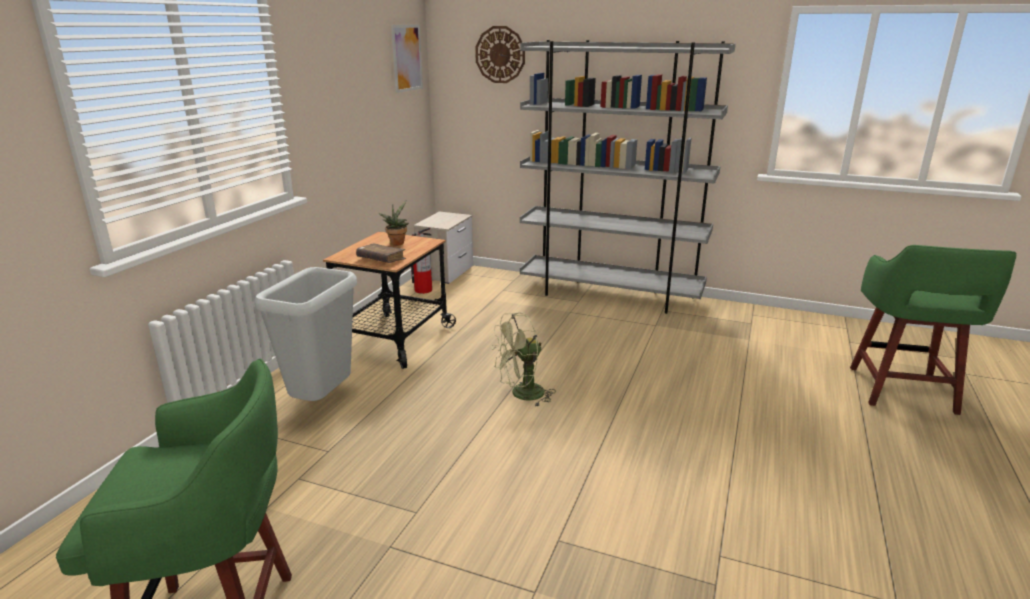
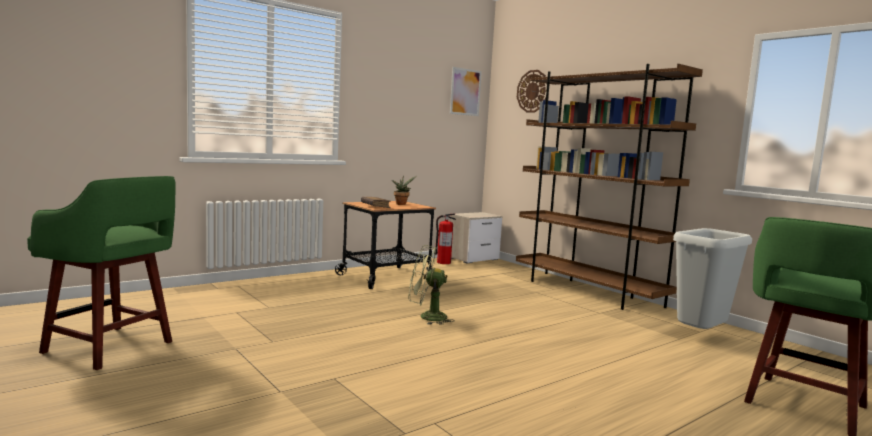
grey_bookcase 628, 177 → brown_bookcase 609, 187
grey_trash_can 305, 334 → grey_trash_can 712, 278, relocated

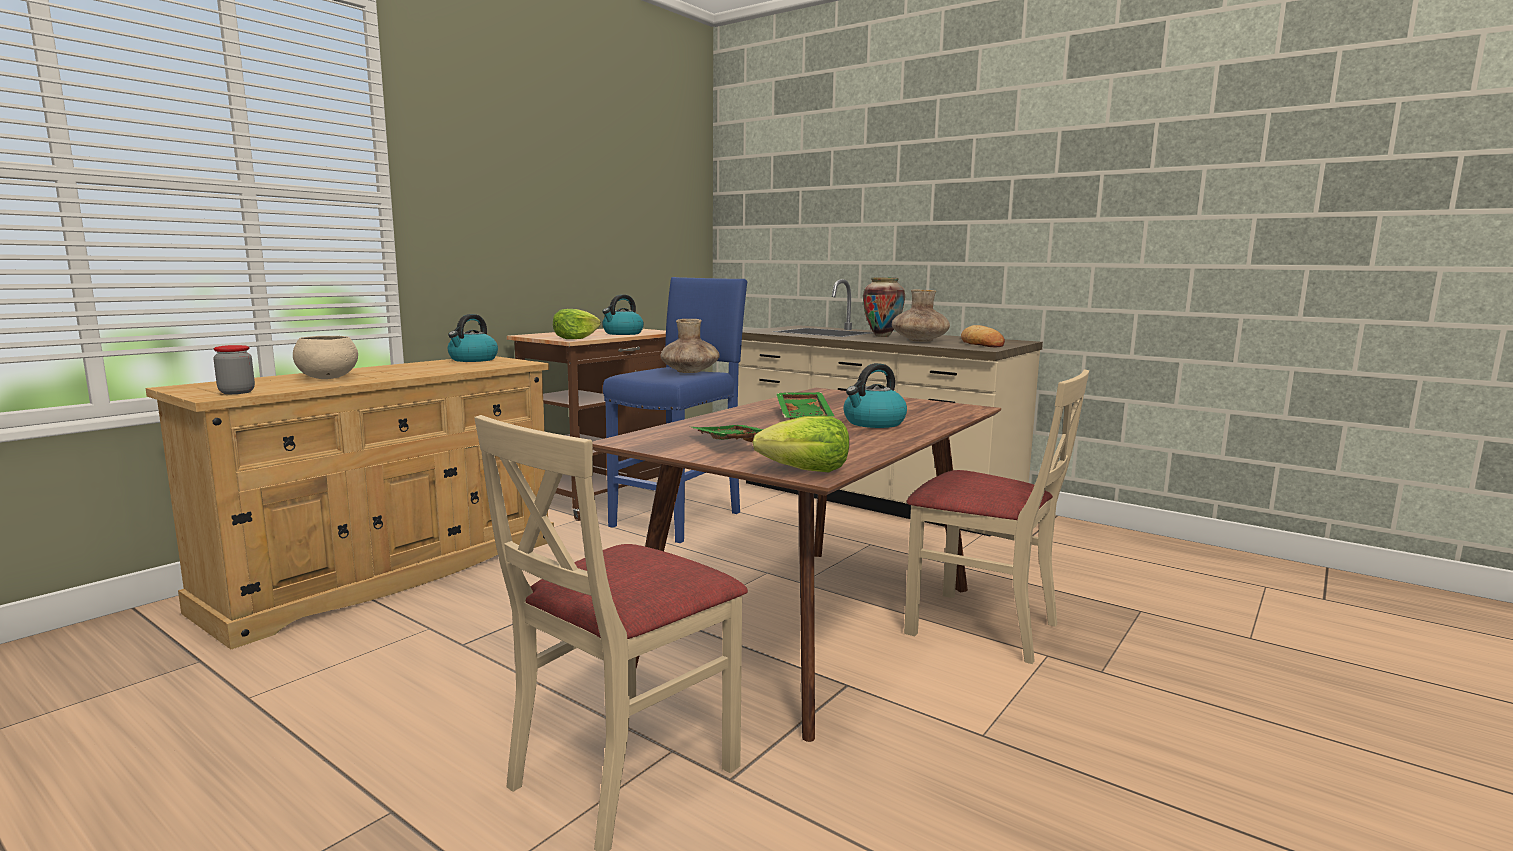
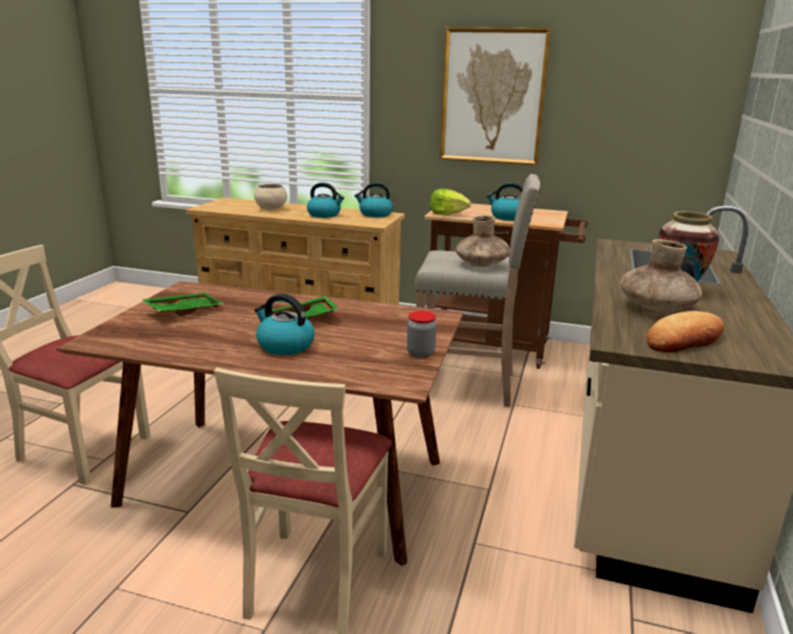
blue_stool 675, 410 → beige_stool 478, 290
jar 234, 369 → jar 422, 334, relocated
lettuce 800, 443 → -
- → picture 495, 96
- → kettle 325, 200

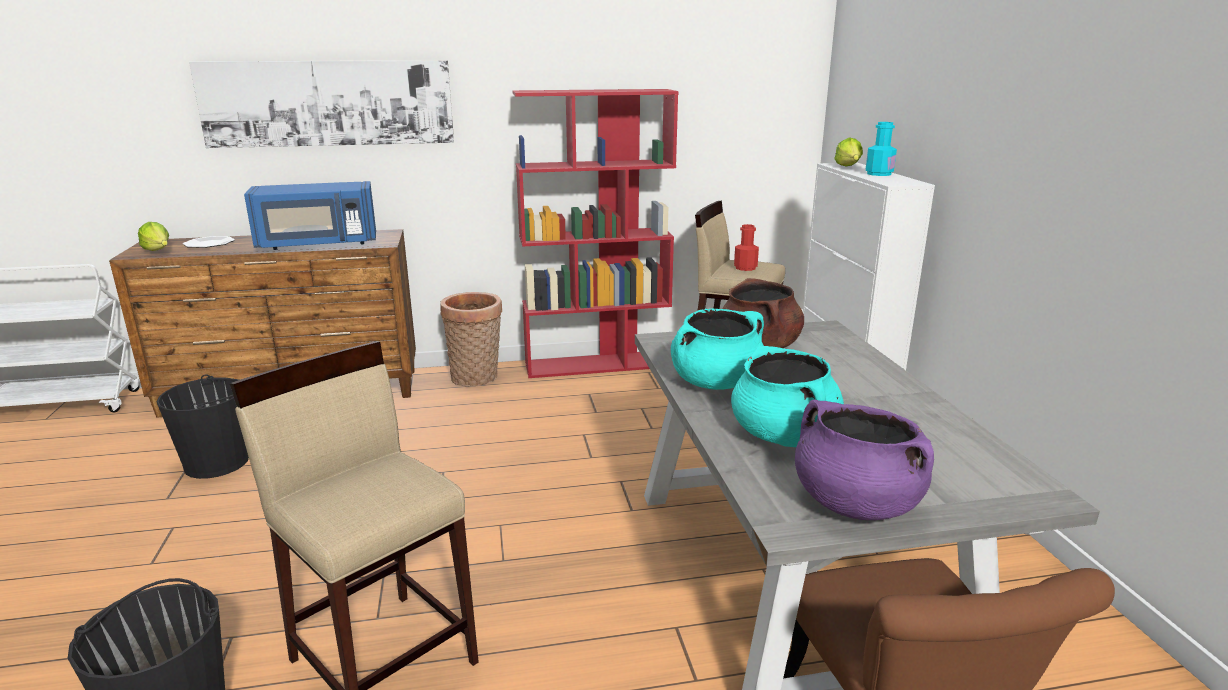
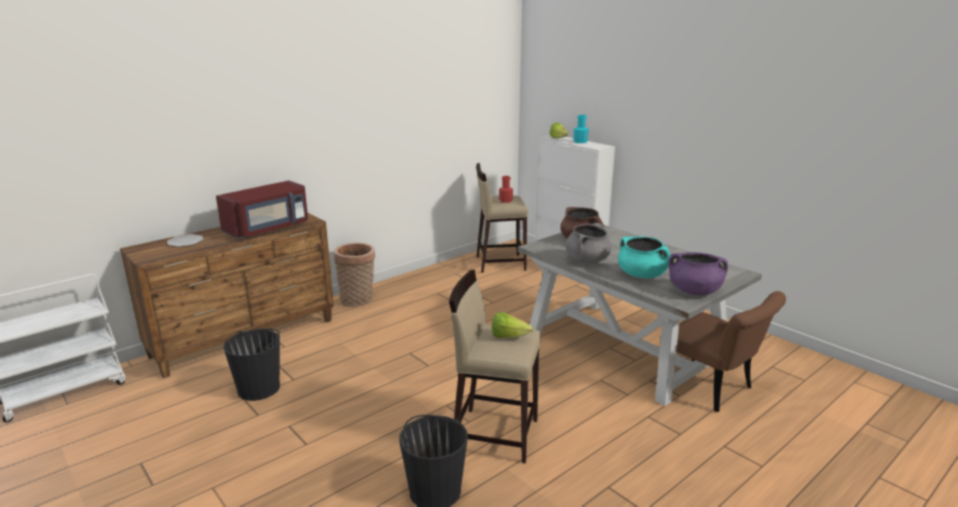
picture 321, 104 → -
red_bookcase 595, 233 → -
blue_microwave 310, 215 → red_microwave 262, 209
lettuce 153, 236 → lettuce 512, 325, relocated
turquoise_cooking_pot 717, 349 → grey_cooking_pot 588, 243

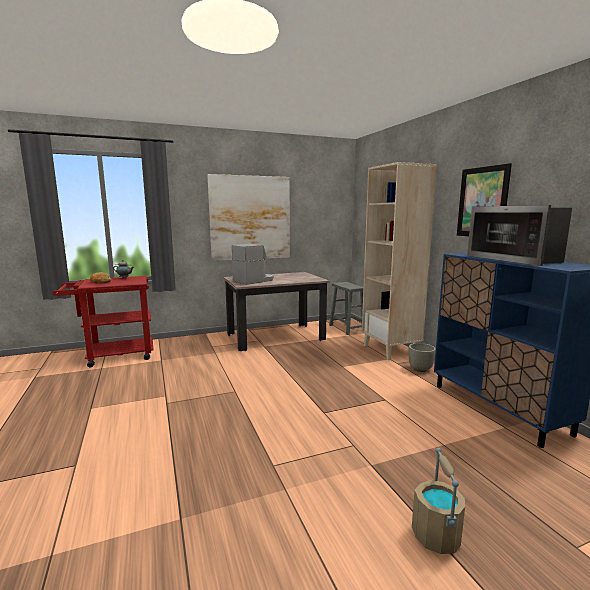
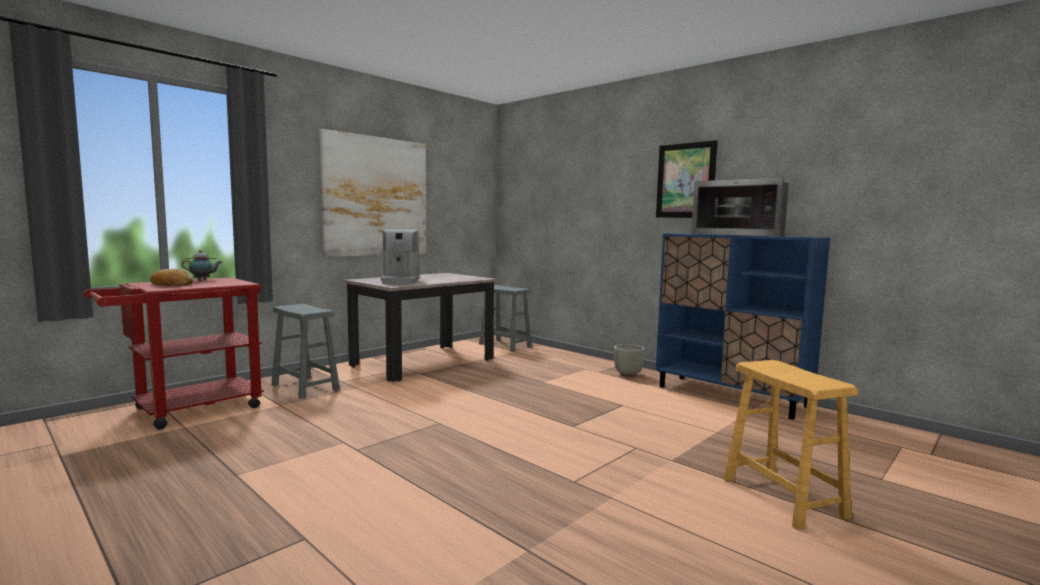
beige_bookcase 399, 261 → -
coffee_machine 253, 264 → coffee_machine 400, 257, 150 degrees clockwise
beige_bucket 438, 501 → brown_stool 791, 445
- → grey_stool 305, 351

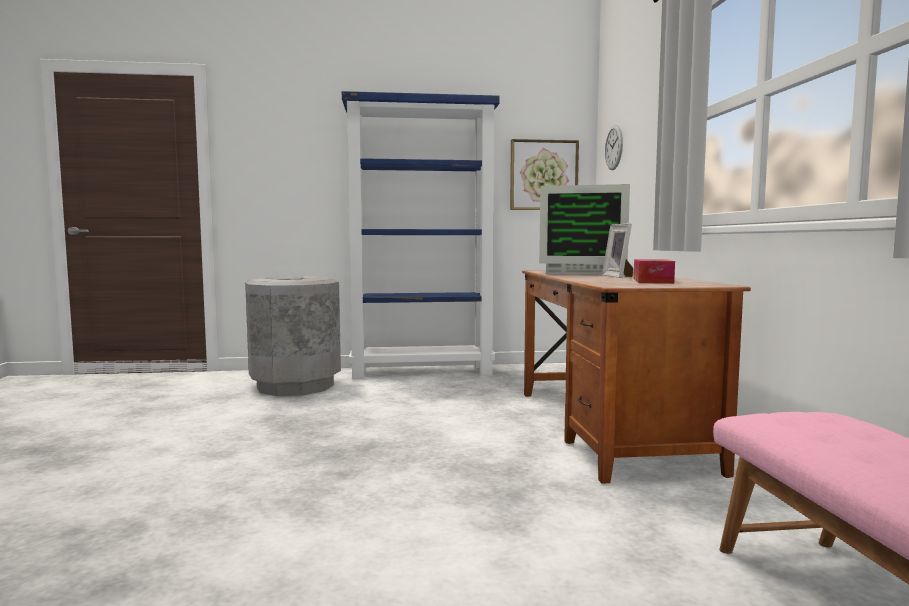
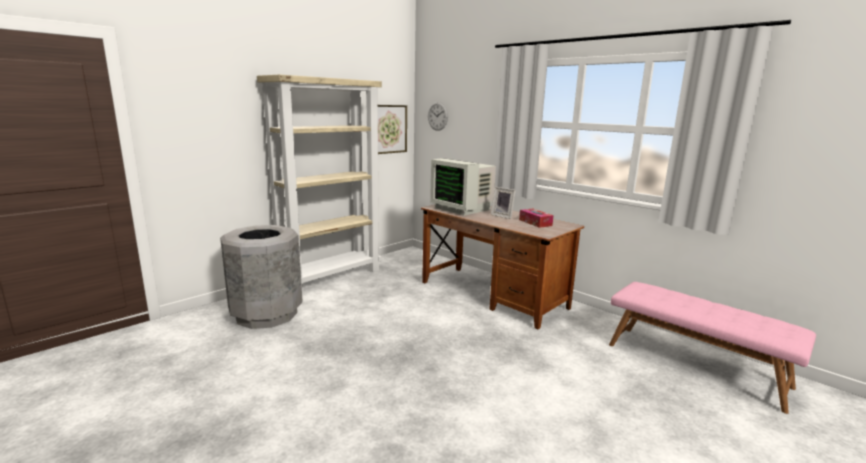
blue_bookcase 421, 235 → beige_bookcase 319, 184
monitor 584, 229 → monitor 463, 187, 75 degrees clockwise

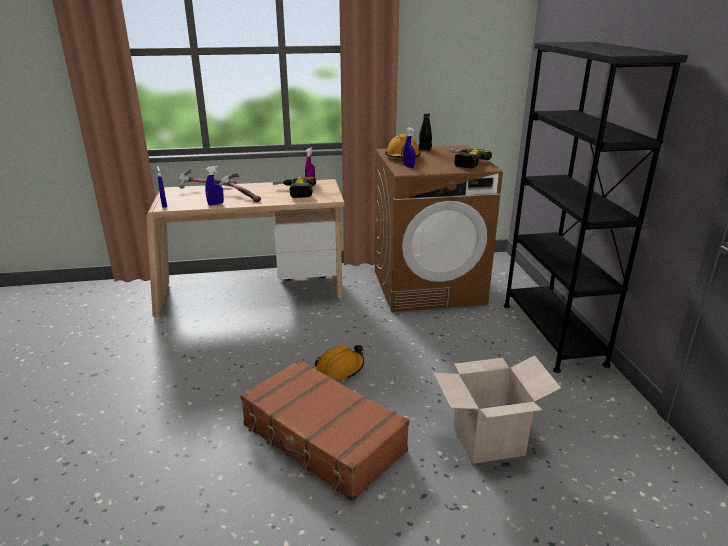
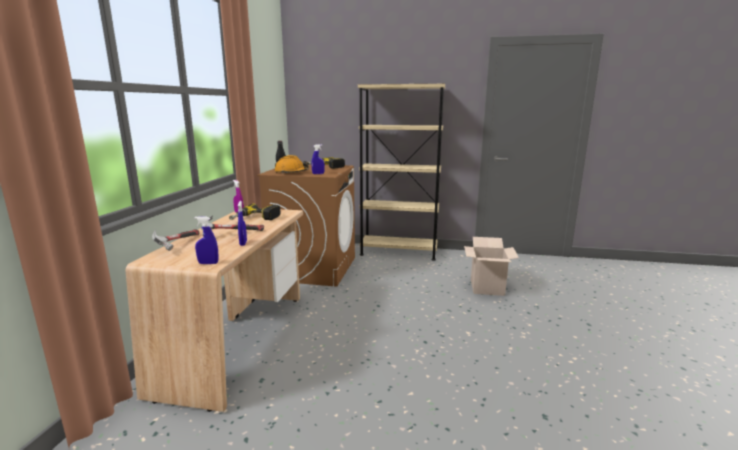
black_bookcase 596, 207 → beige_bookcase 401, 172
orange_hard_hat 339, 362 → -
brown_suitcase 324, 430 → -

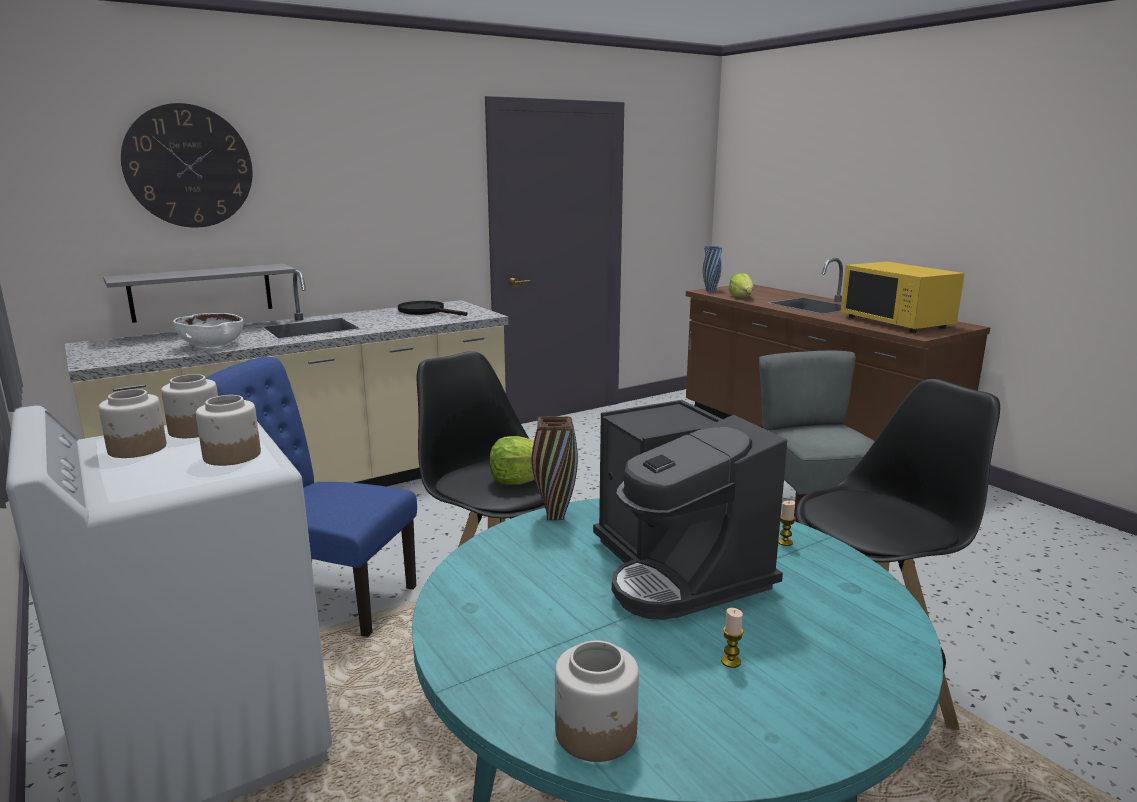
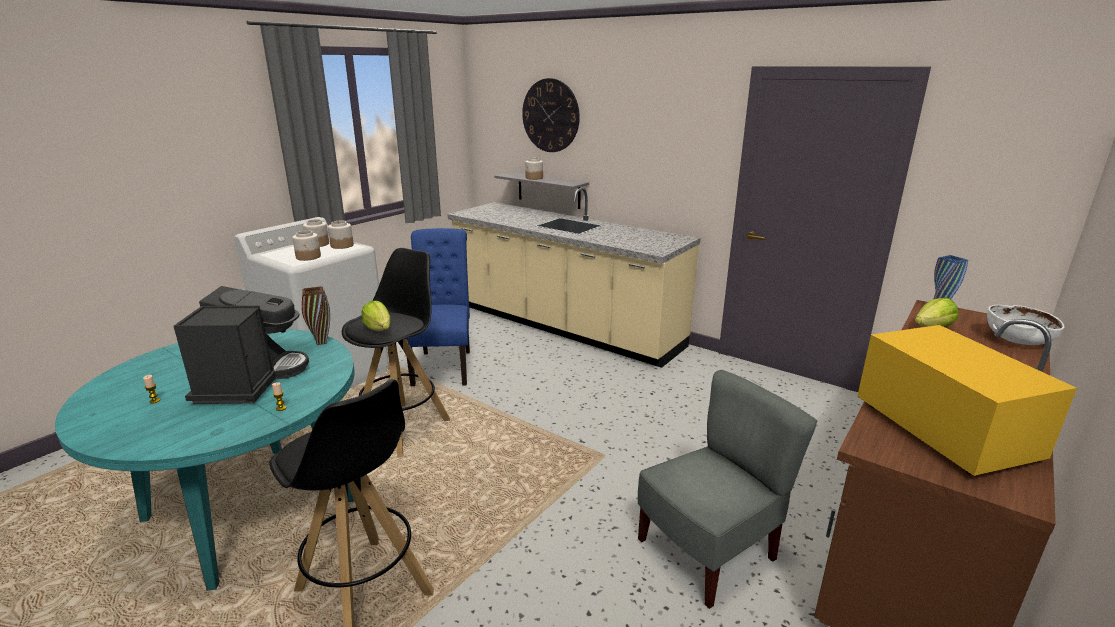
yellow_microwave 903, 297 → yellow_microwave 967, 400, 120 degrees clockwise
black_frying_pan 432, 308 → -
white_bowl 208, 330 → white_bowl 1025, 325, relocated
coffee_machine 690, 510 → coffee_machine 241, 345, 135 degrees clockwise
jar 597, 701 → jar 534, 169, relocated

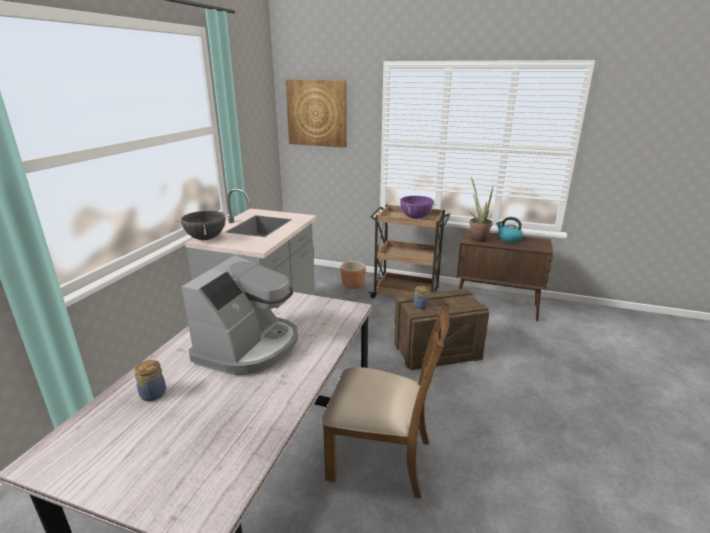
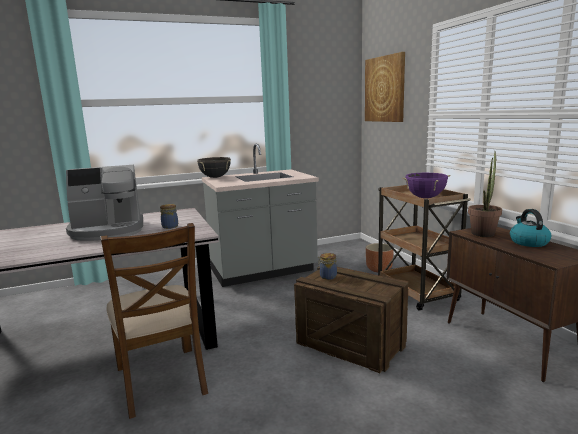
jar 150, 380 → jar 169, 216, relocated

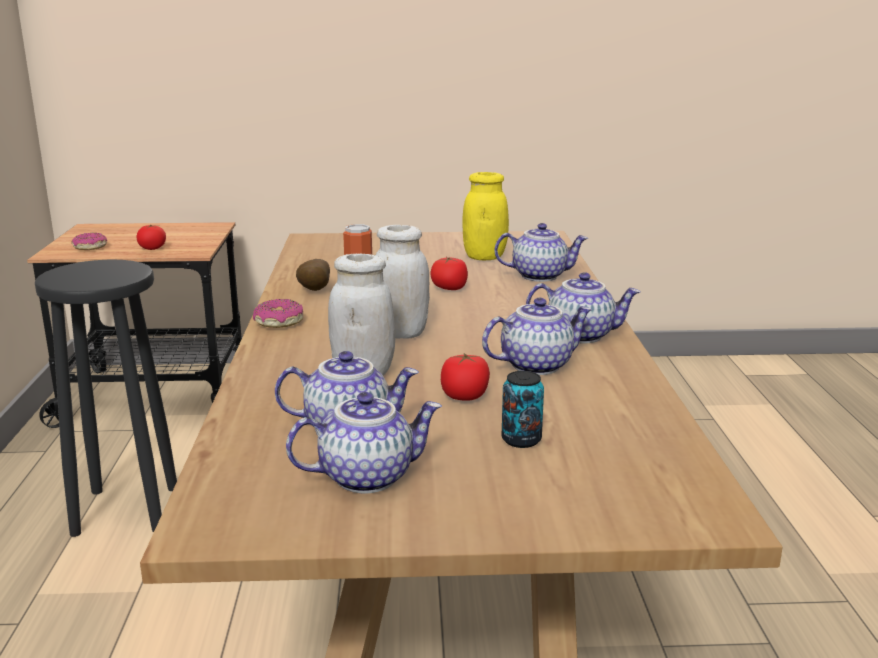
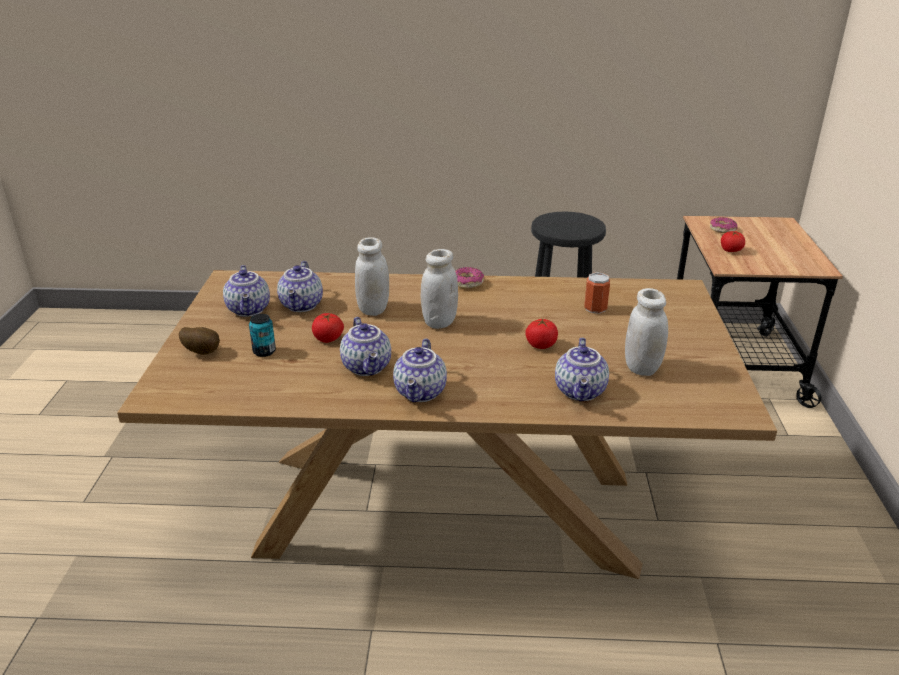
yellow_jar 485, 216 → white_jar 646, 332
potato 313, 275 → potato 199, 341, relocated

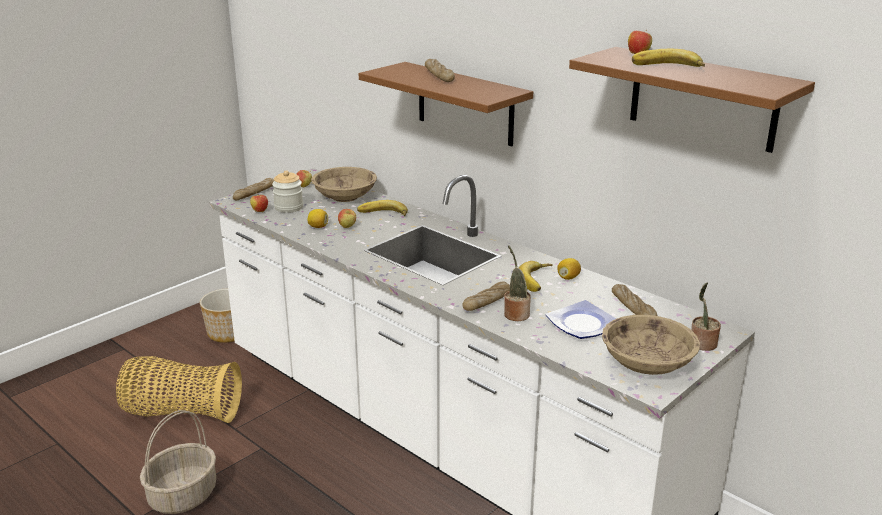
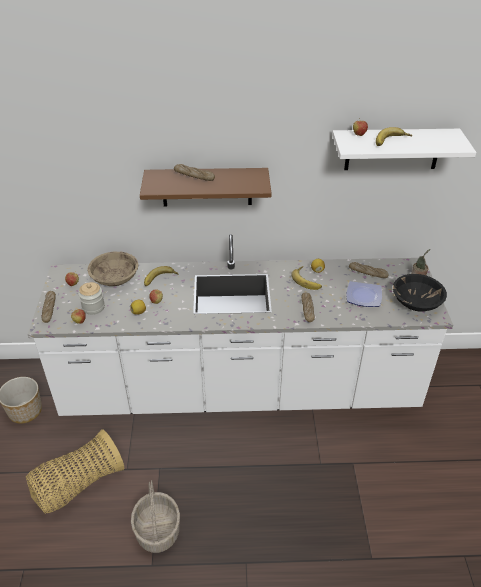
brown_shelf 692, 100 → white_shelf 404, 149
potted_plant 517, 283 → -
beige_bowl 651, 345 → black_bowl 420, 293

